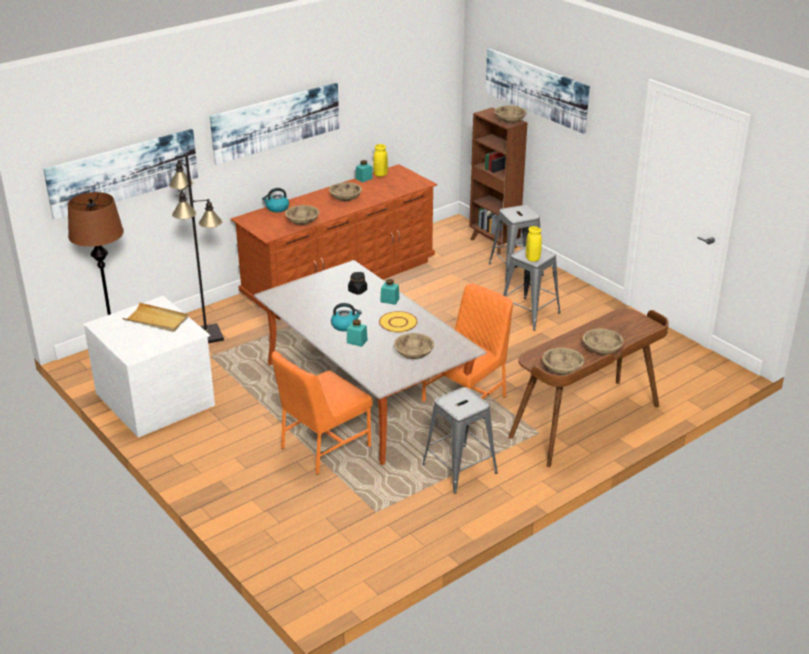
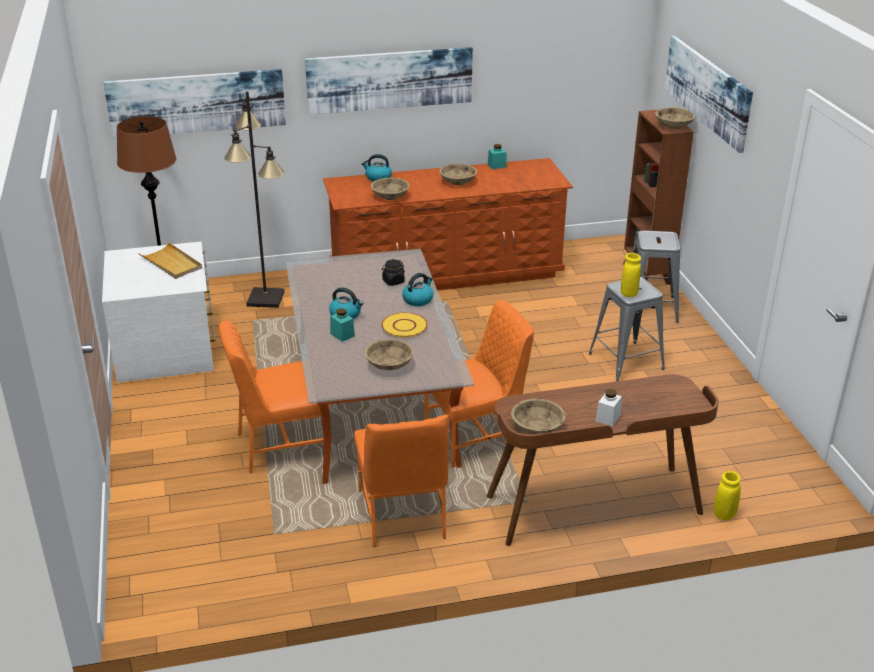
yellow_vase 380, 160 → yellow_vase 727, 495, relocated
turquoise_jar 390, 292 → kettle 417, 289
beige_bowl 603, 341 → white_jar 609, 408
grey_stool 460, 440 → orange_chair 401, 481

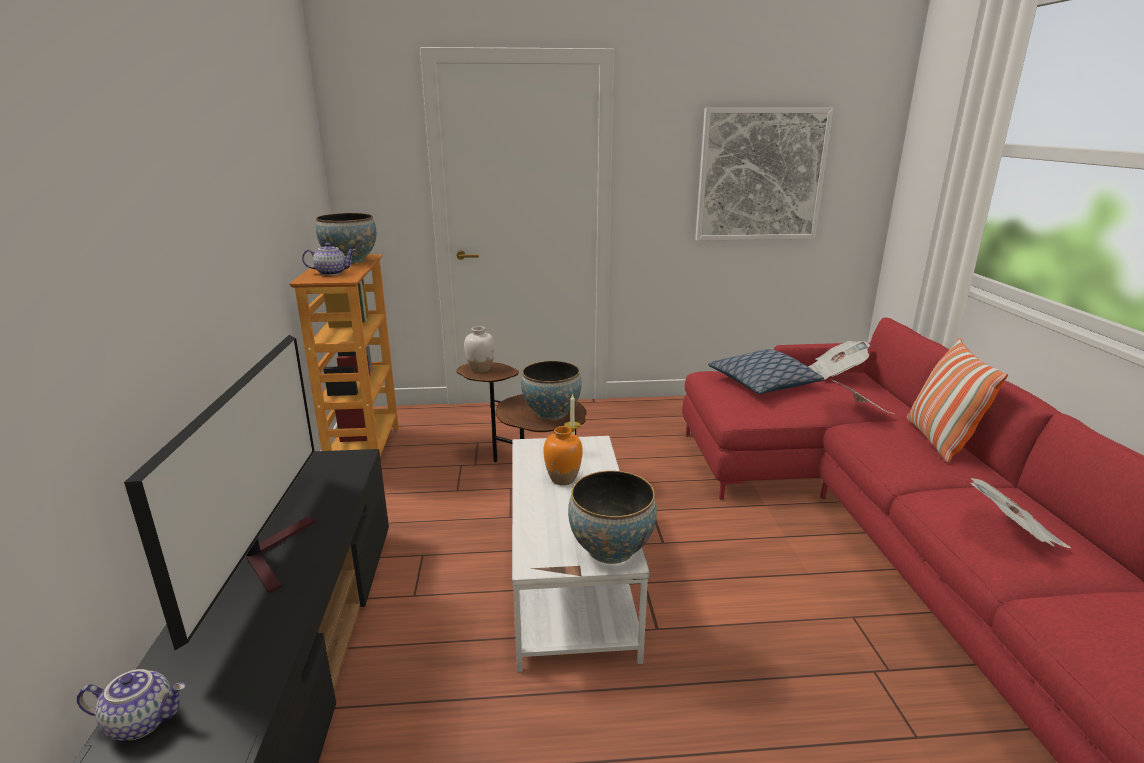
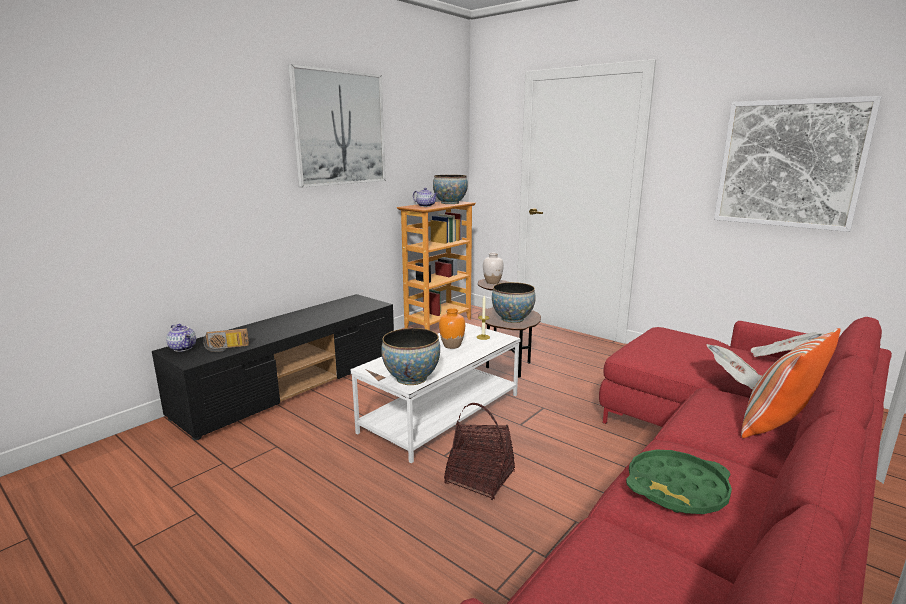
television 219, 492 → -
pillow 766, 371 → -
newspaper 1020, 513 → green_tray 679, 482
- → picture 337, 125
- → radio 226, 340
- → basket 479, 451

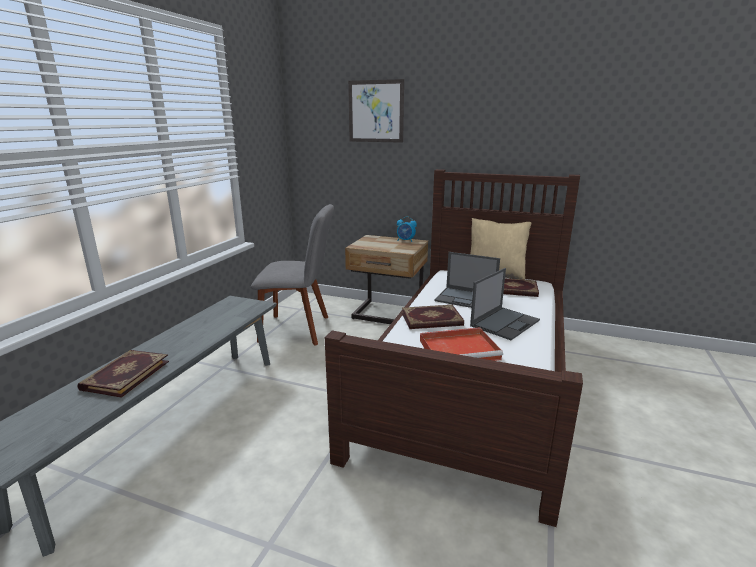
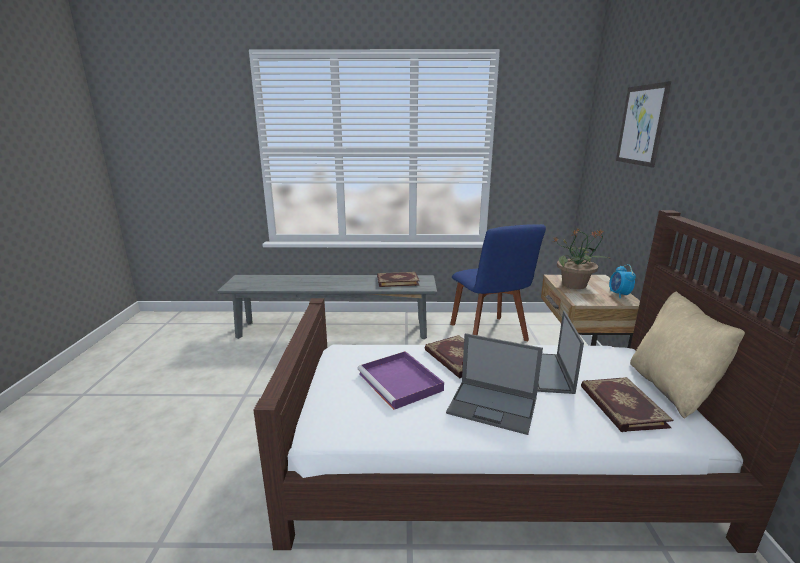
grey_chair 292, 275 → blue_chair 498, 282
red_tray 461, 344 → purple_tray 400, 380
book 123, 374 → book 398, 279, relocated
- → potted_plant 582, 258

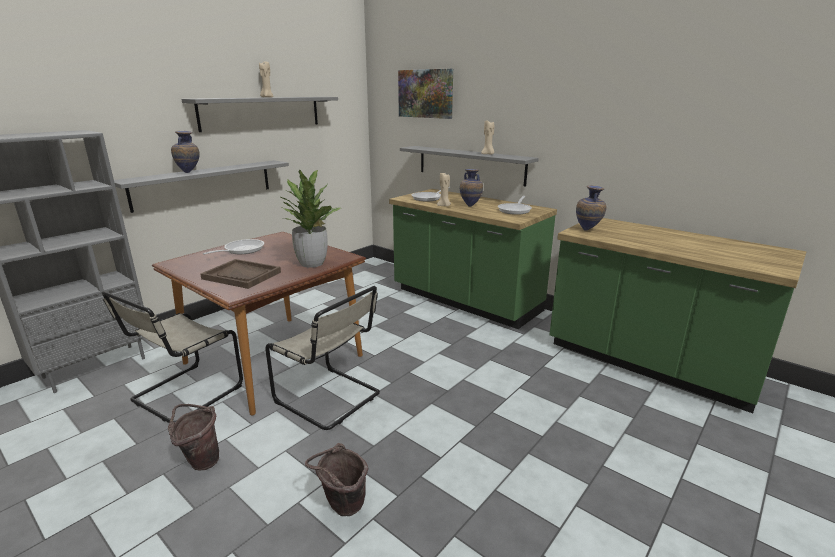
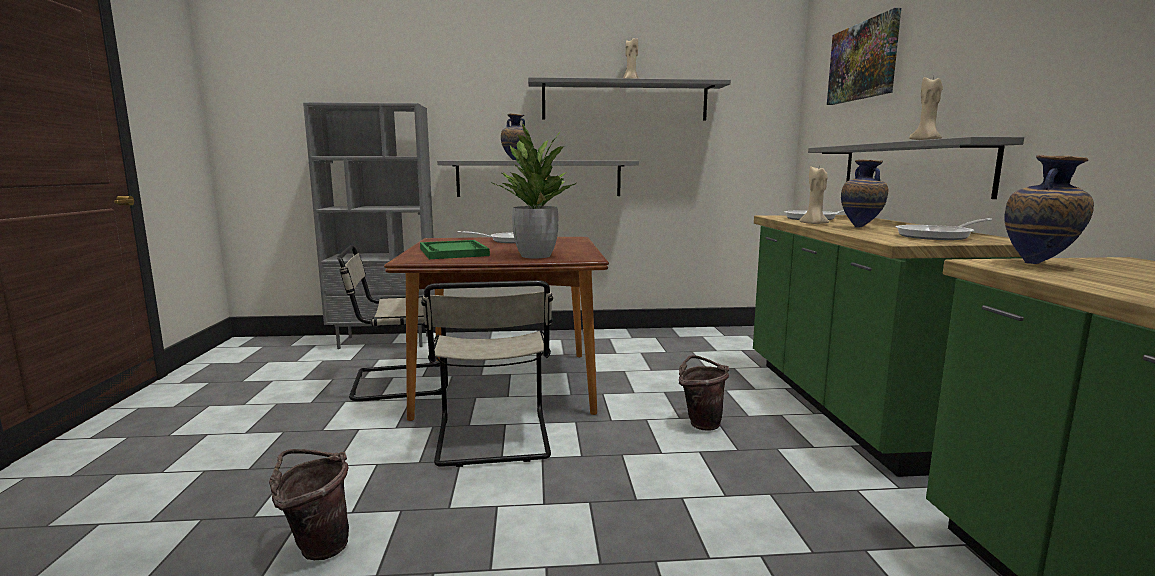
brown_tray 240, 274 → green_tray 455, 249
brown_bucket 193, 437 → brown_bucket 704, 393, relocated

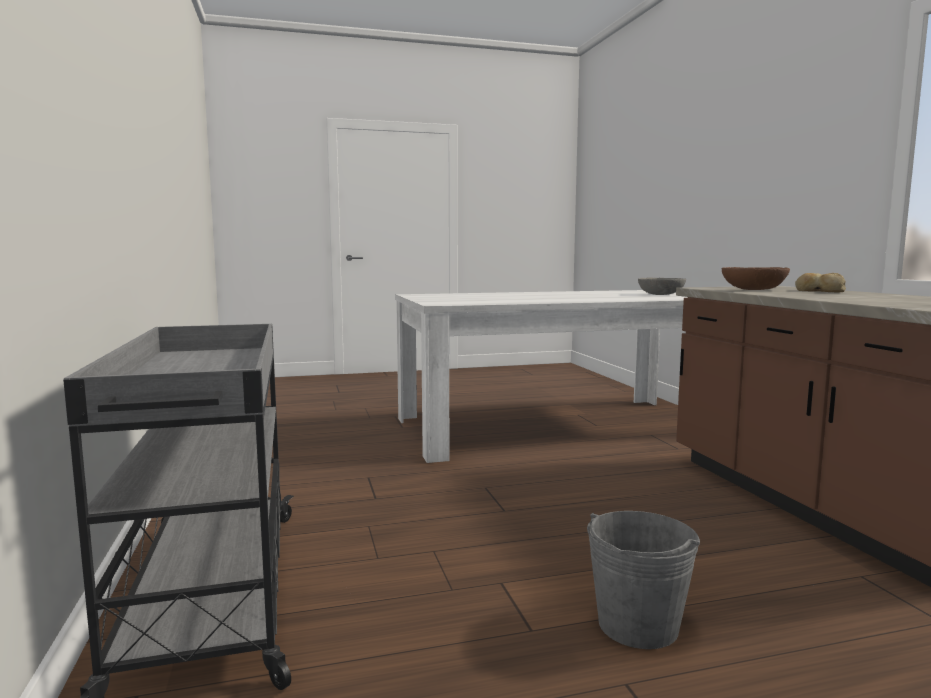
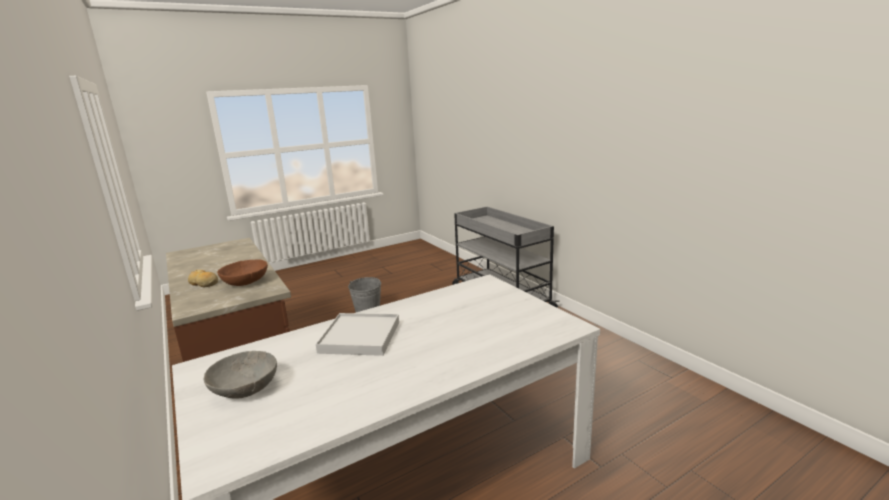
- → white_tray 357, 334

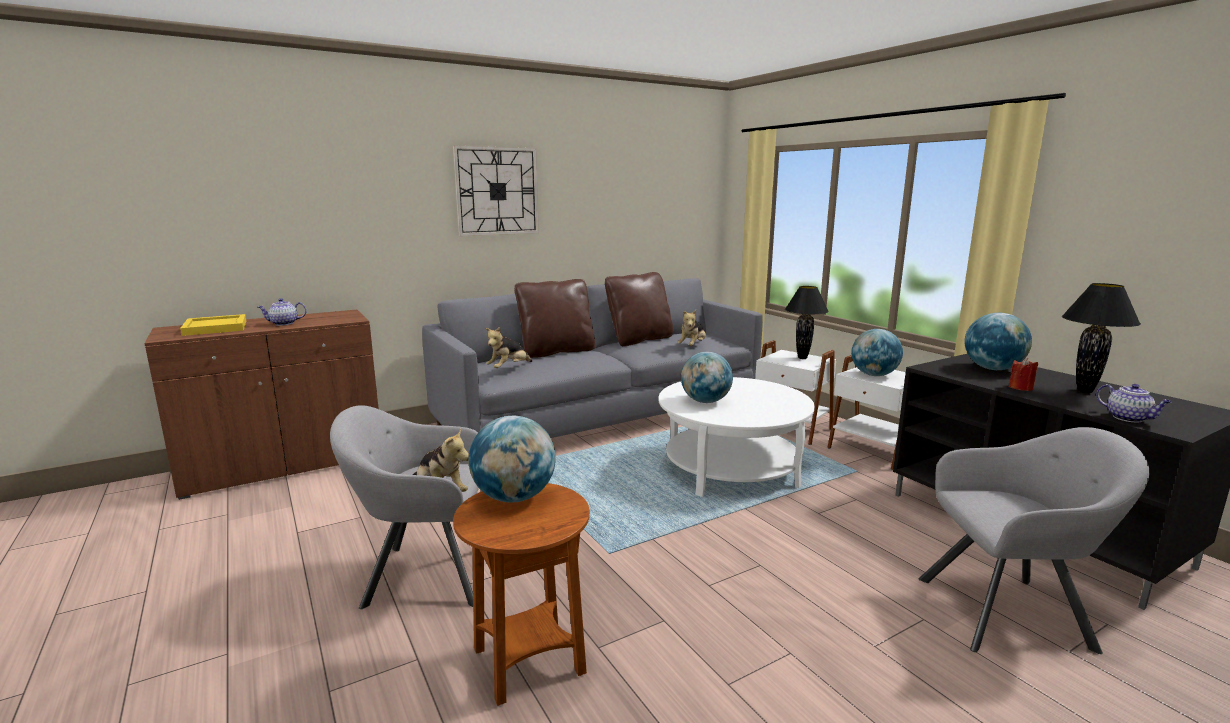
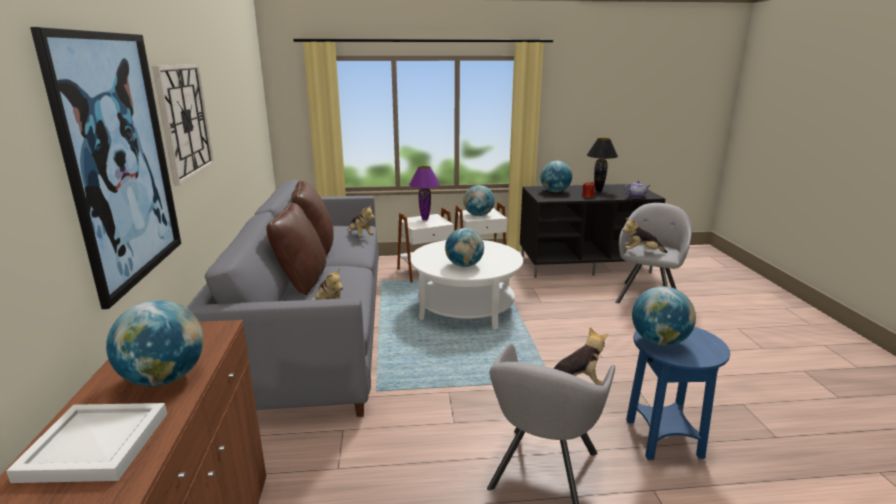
black_table_lamp 807, 322 → purple_table_lamp 424, 193
teapot 282, 312 → globe 155, 343
yellow_tray 213, 325 → white_tray 86, 443
brown_side_table 521, 594 → blue_side_table 678, 393
- → picture 105, 168
- → plush_toy 645, 235

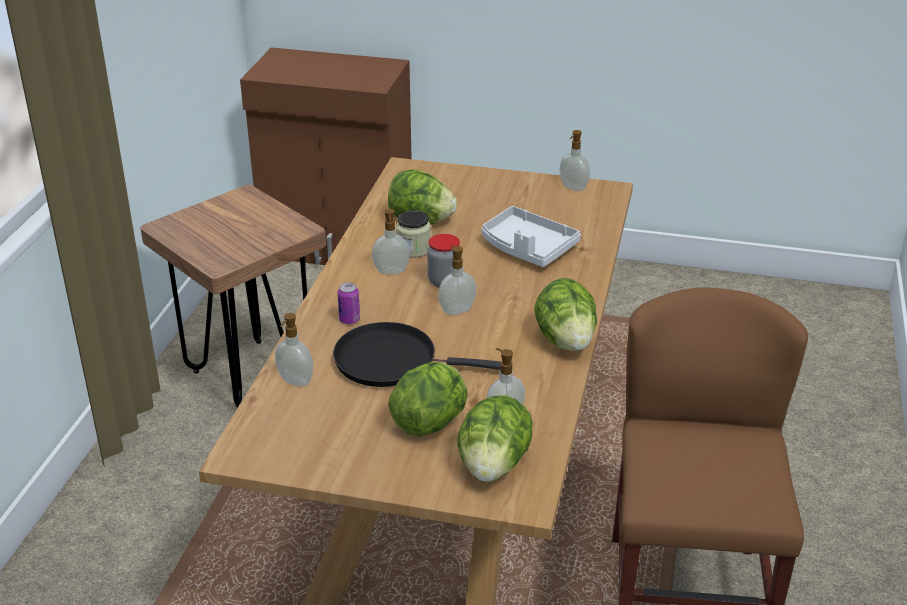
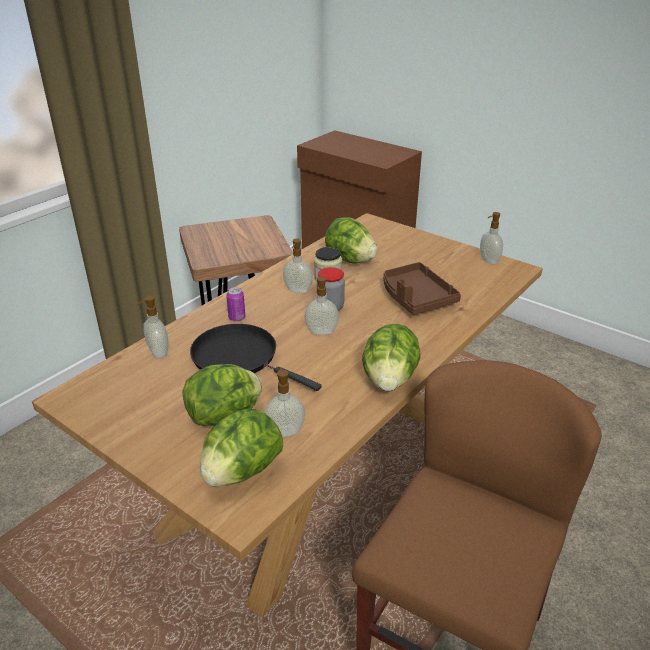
grey_tray 531, 236 → brown_tray 422, 288

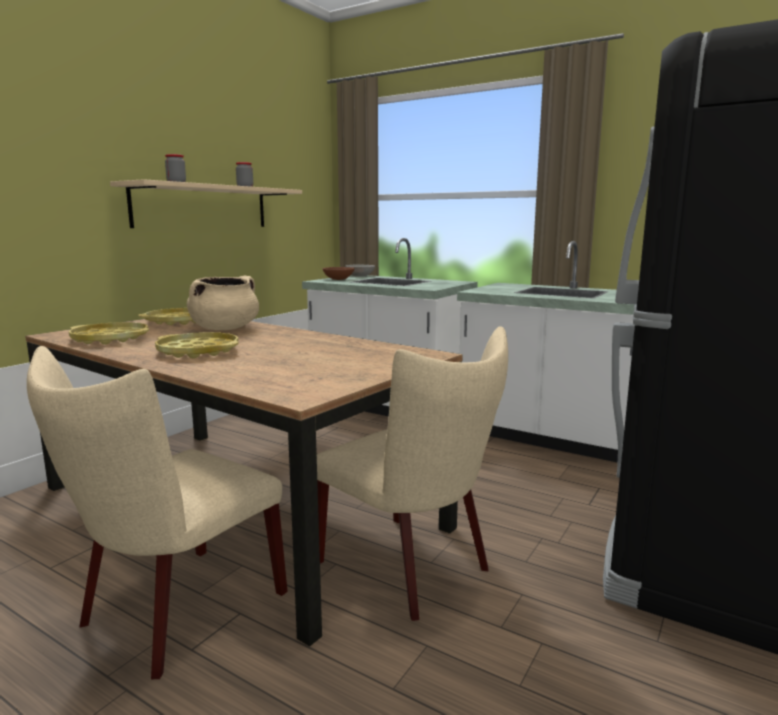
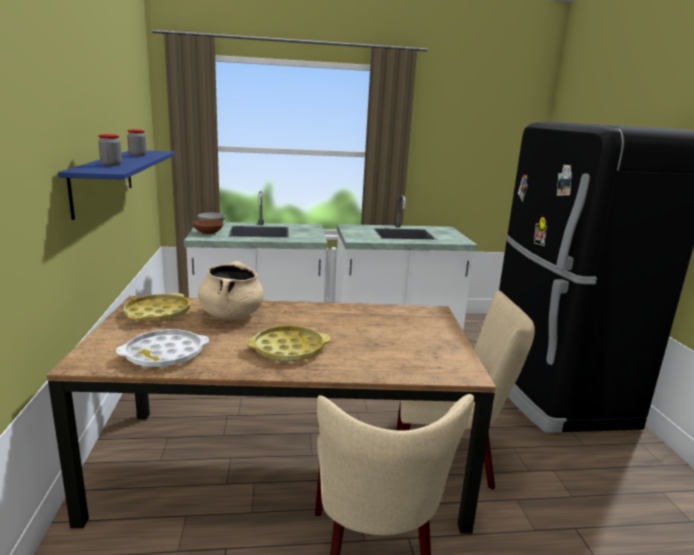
beige_shelf 206, 203 → blue_shelf 116, 185
yellow_tray 109, 333 → white_tray 162, 348

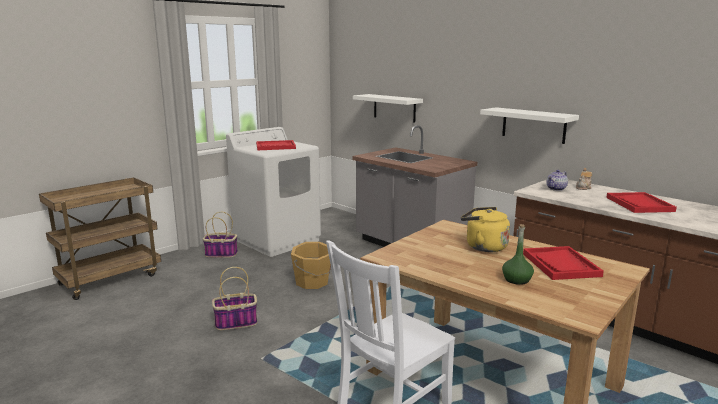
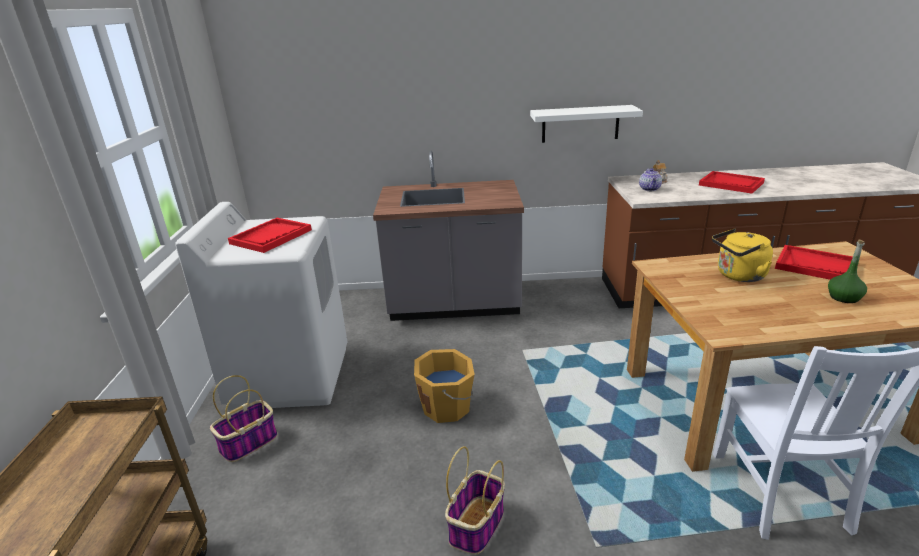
white_shelf 388, 108 → -

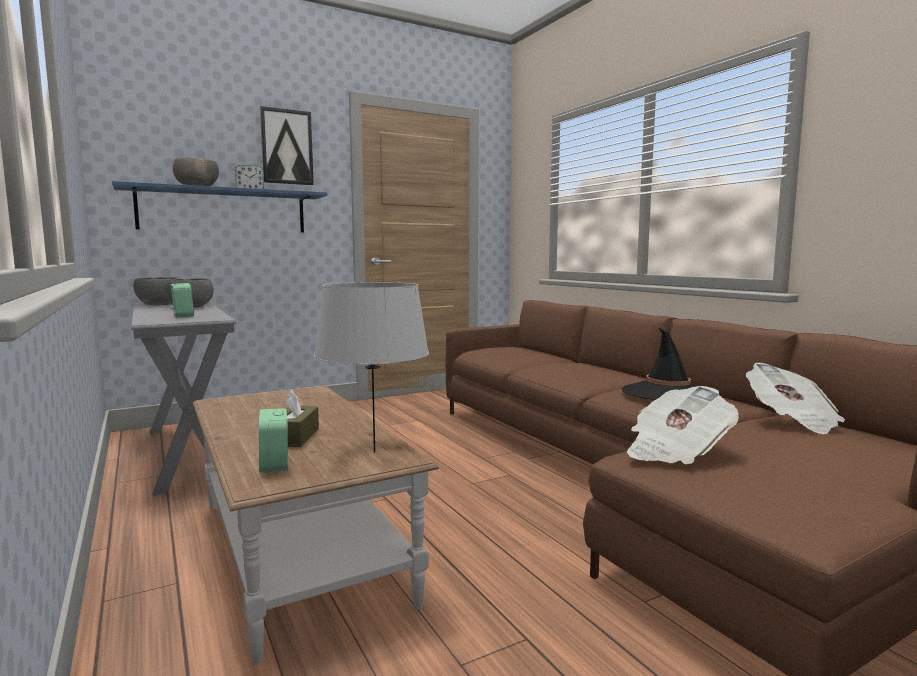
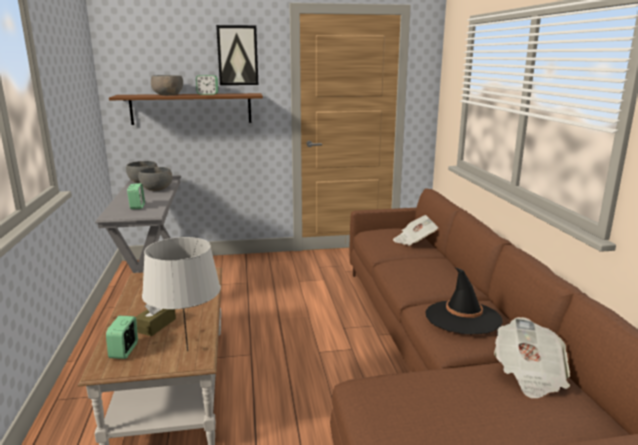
blue_shelf 219, 206 → brown_shelf 186, 109
newspaper 683, 425 → newspaper 415, 230, relocated

